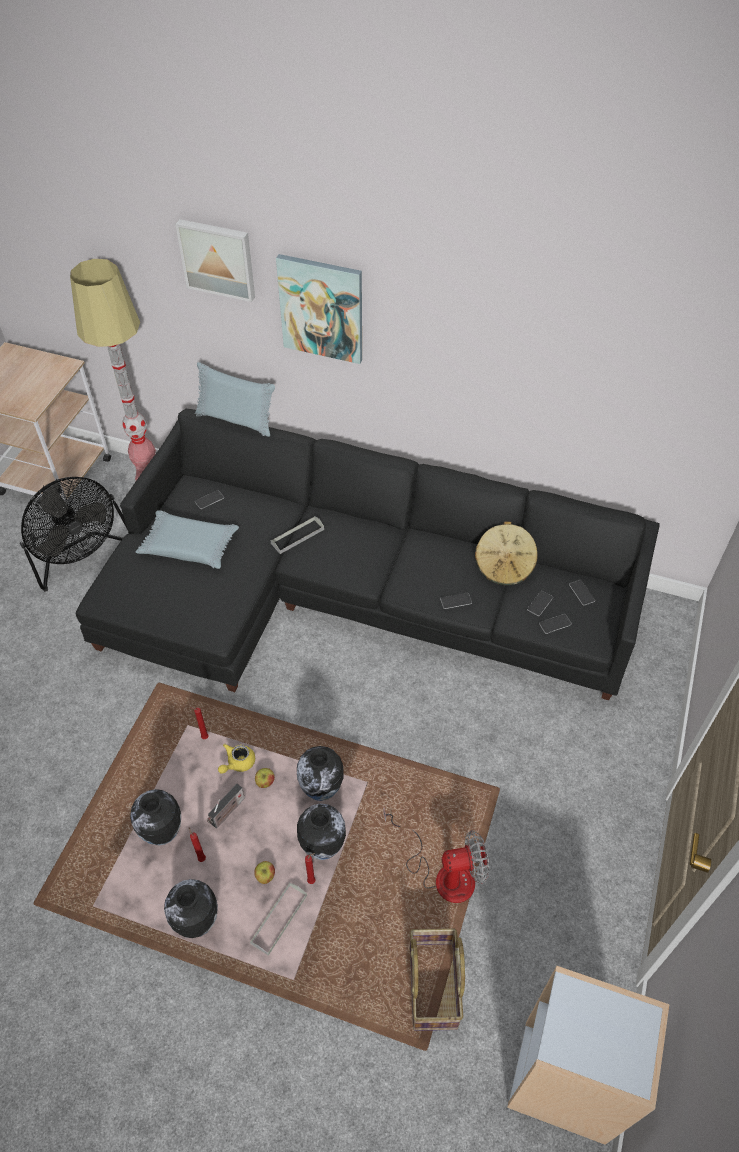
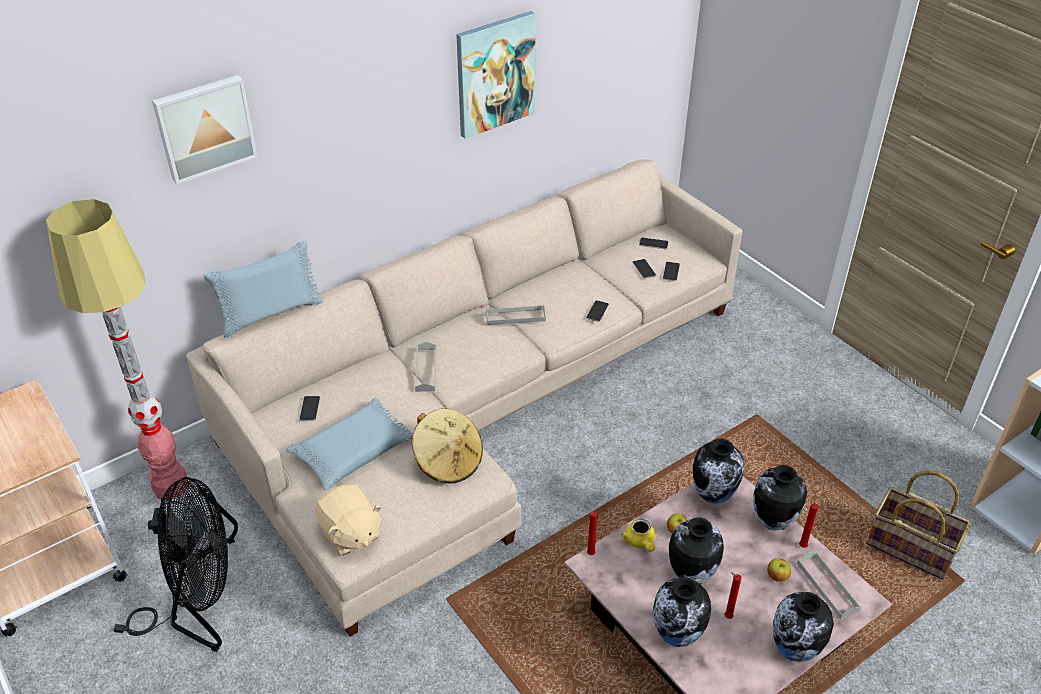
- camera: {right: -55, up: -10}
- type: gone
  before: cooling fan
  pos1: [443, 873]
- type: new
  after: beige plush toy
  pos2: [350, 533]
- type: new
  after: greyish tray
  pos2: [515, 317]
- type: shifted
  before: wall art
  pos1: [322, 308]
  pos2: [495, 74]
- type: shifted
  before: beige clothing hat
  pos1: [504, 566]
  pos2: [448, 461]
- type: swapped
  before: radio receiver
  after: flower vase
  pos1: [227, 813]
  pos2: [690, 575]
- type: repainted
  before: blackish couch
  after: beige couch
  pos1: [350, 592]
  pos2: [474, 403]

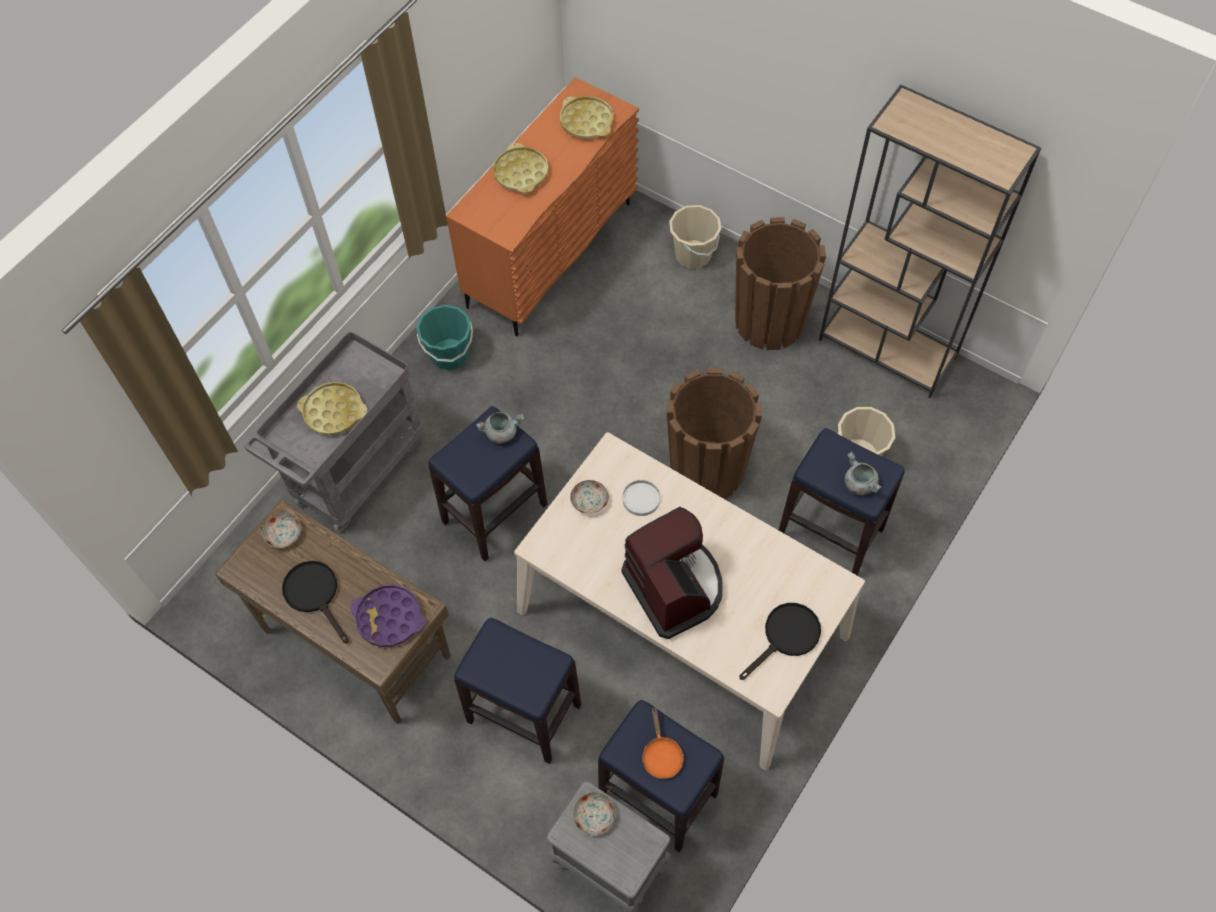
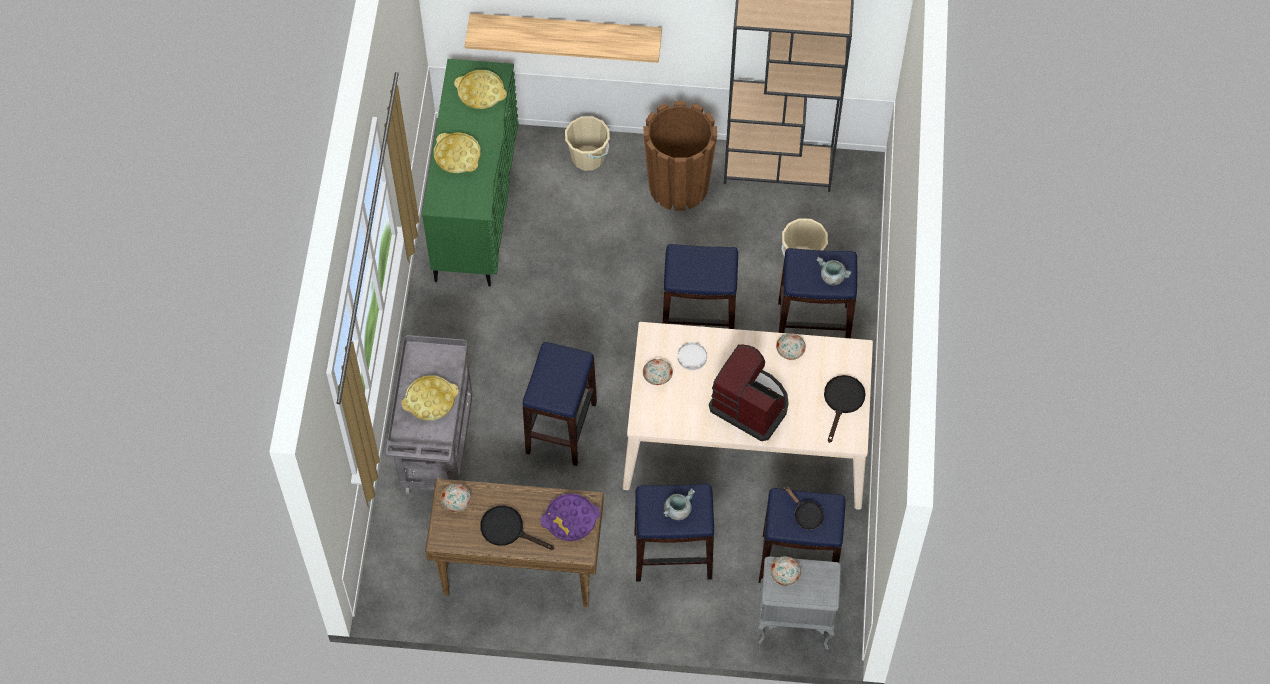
- camera: {right: -30, up: 0}
- type: gone
  before: turquoise-coloured pail
  pos1: [449, 355]
- type: new
  after: shelf
  pos2: [566, 30]
- type: new
  after: dinner plate
  pos2: [790, 350]
- type: shifted
  before: greyish stockpot
  pos1: [501, 432]
  pos2: [677, 510]
- type: swapped
  before: brownish flower pot
  after: stool
  pos1: [707, 469]
  pos2: [698, 321]
- type: repainted
  before: orange-coloured drawer chest
  after: greenish drawer chest
  pos1: [552, 255]
  pos2: [476, 208]
- type: repainted
  before: orange-coloured pan
  after: blackish pan
  pos1: [661, 755]
  pos2: [806, 515]

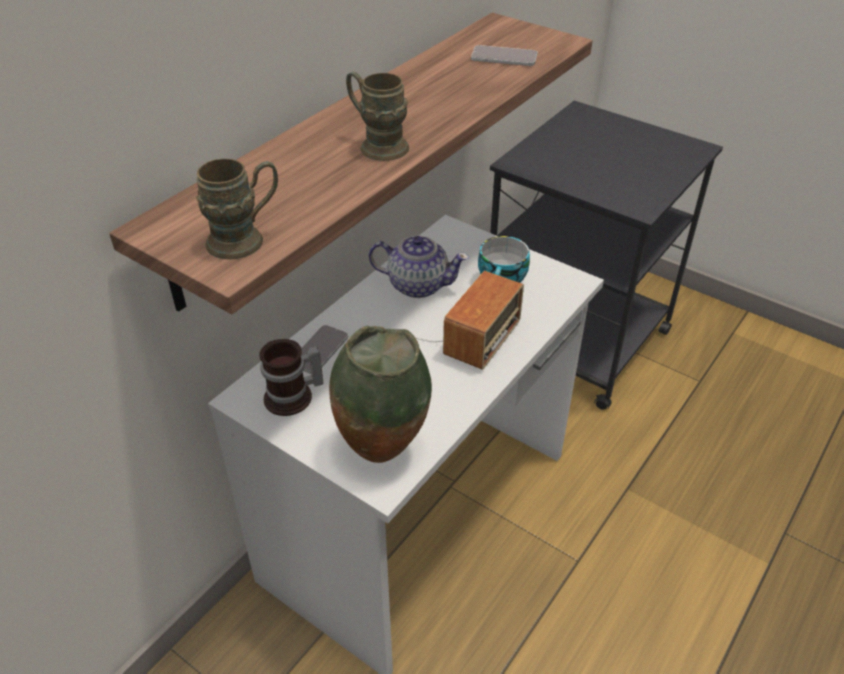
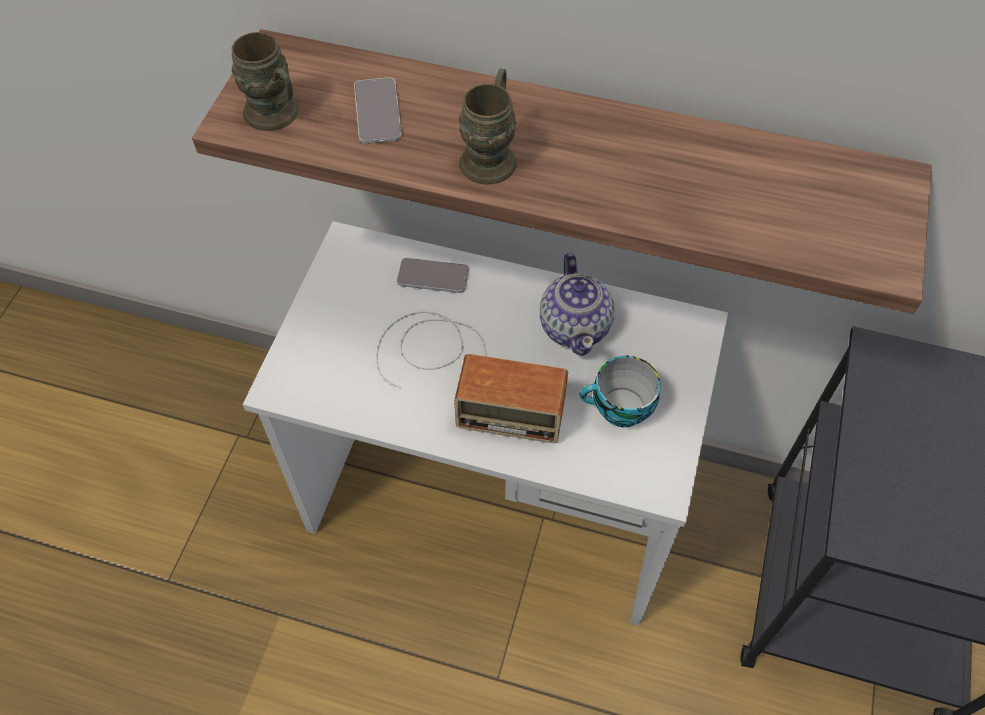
- camera: {right: 70, up: 15}
- type: gone
  before: mug
  pos1: [293, 398]
- type: gone
  before: flower vase
  pos1: [383, 451]
- type: shifted
  before: handset
  pos1: [504, 57]
  pos2: [377, 112]

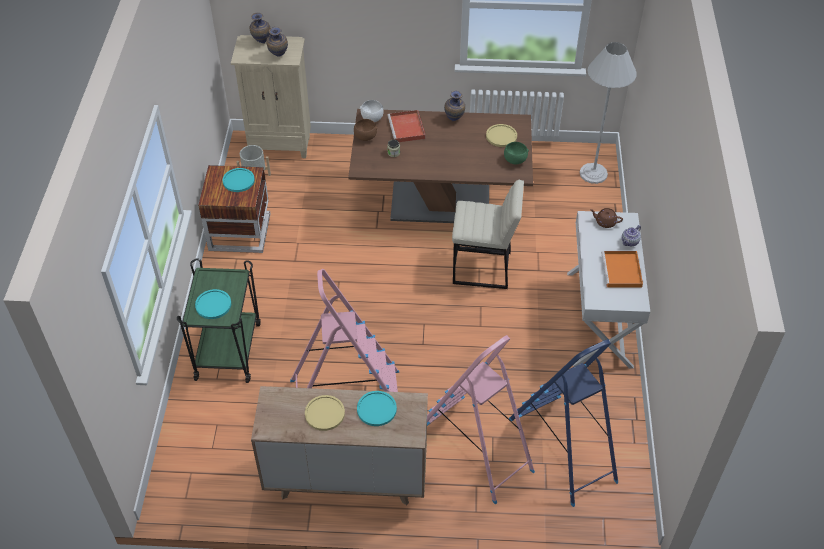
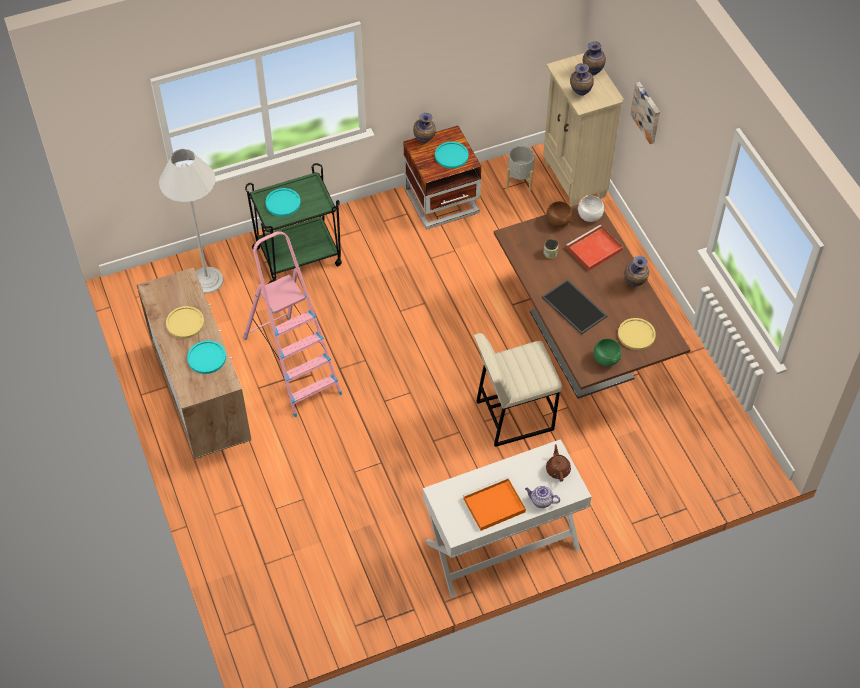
- camera: {right: 65, up: 5}
- type: gone
  before: pink step stool
  pos1: [474, 449]
- type: gone
  before: blue-coloured step stool
  pos1: [561, 449]
- type: new
  after: flower vase
  pos2: [424, 142]
- type: new
  after: tray
  pos2: [575, 307]
- type: new
  after: wall art
  pos2: [647, 112]
- type: shifted
  before: whitish standing lamp
  pos1: [593, 173]
  pos2: [207, 280]
- type: rotated
  before: beige plain chair
  pos1: [483, 268]
  pos2: [512, 416]
  turn: 90

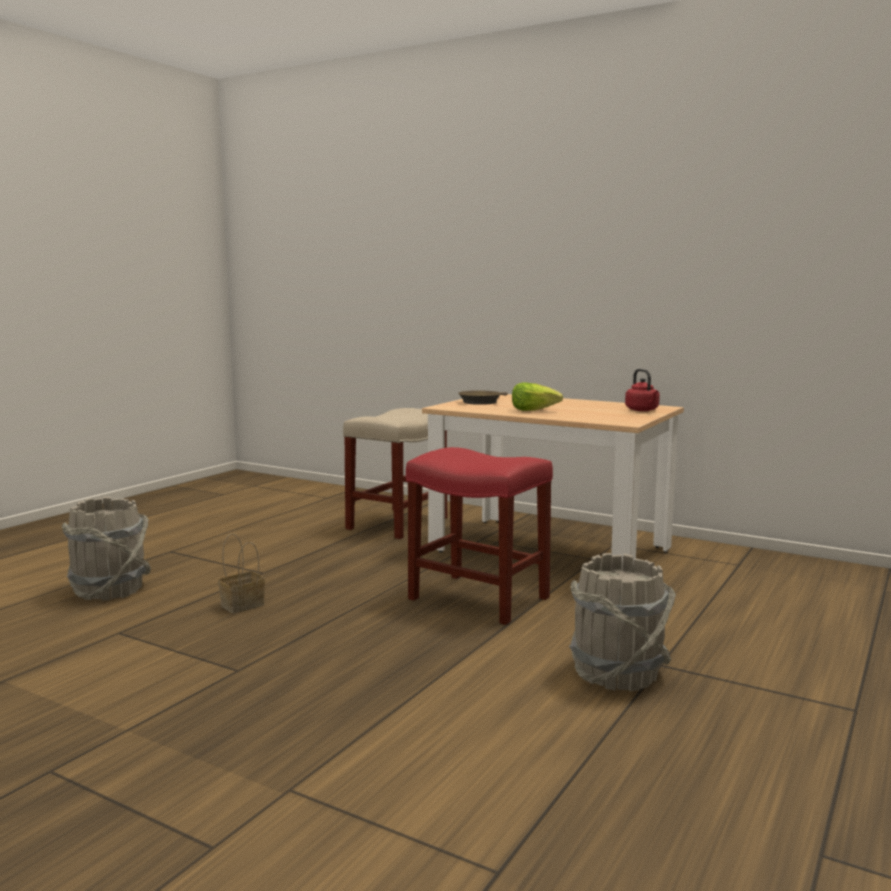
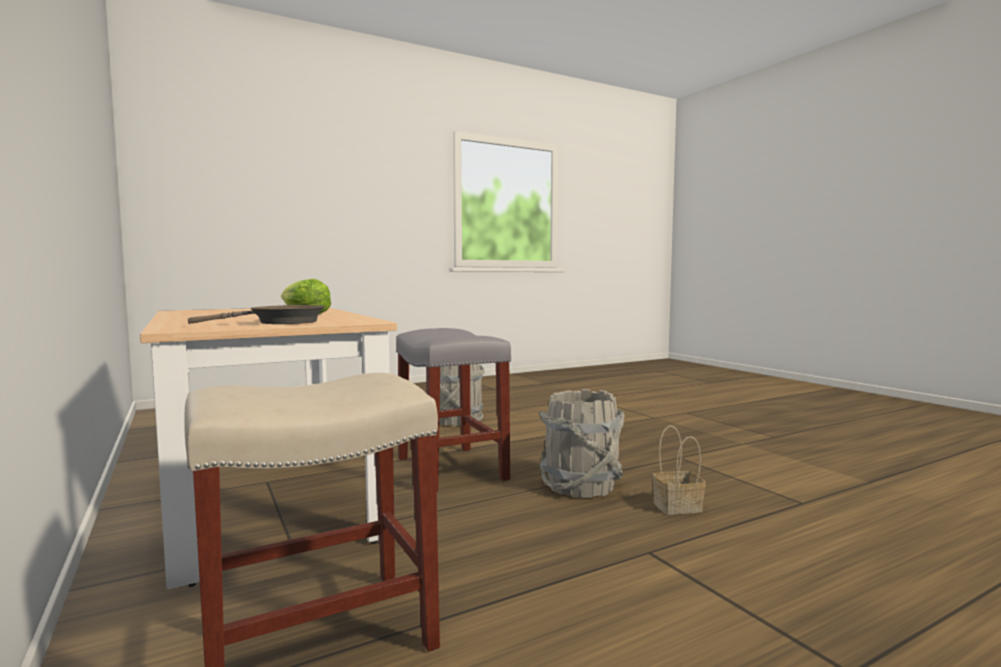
- camera: {right: -150, up: -5}
- type: gone
  before: red kettle
  pos1: [643, 410]
- type: shifted
  before: greyish pail
  pos1: [110, 590]
  pos2: [580, 486]
- type: repainted
  before: red stool
  after: greyish stool
  pos1: [476, 598]
  pos2: [452, 469]

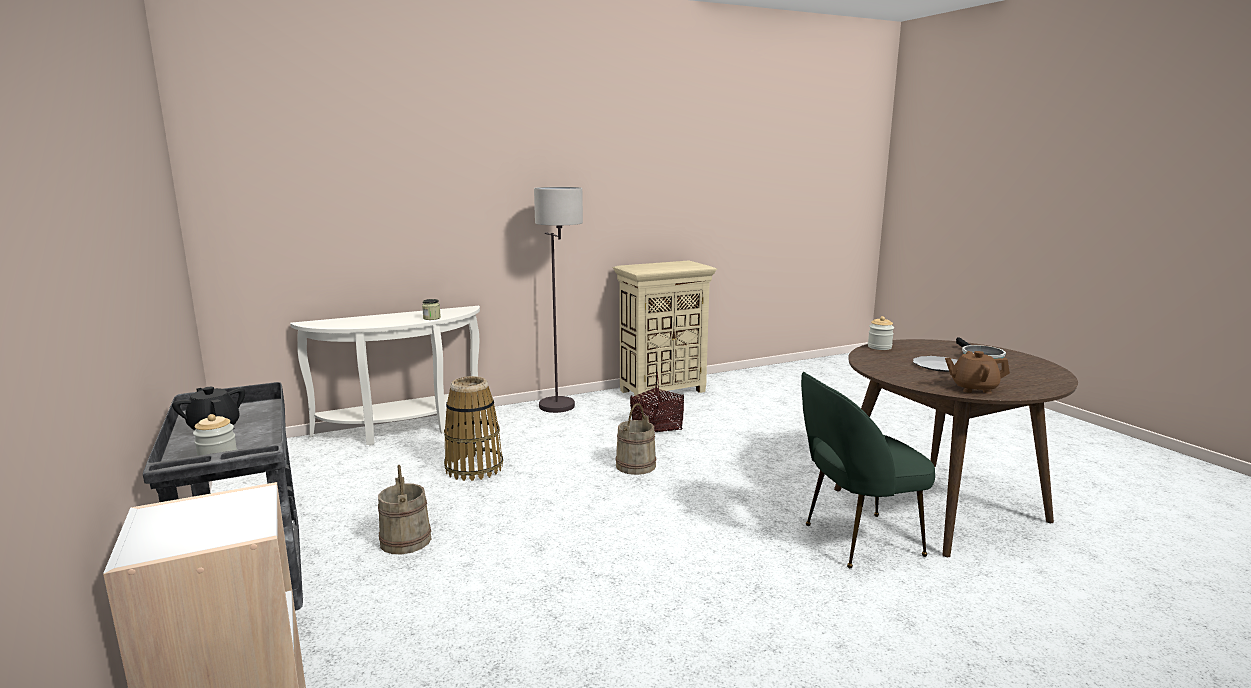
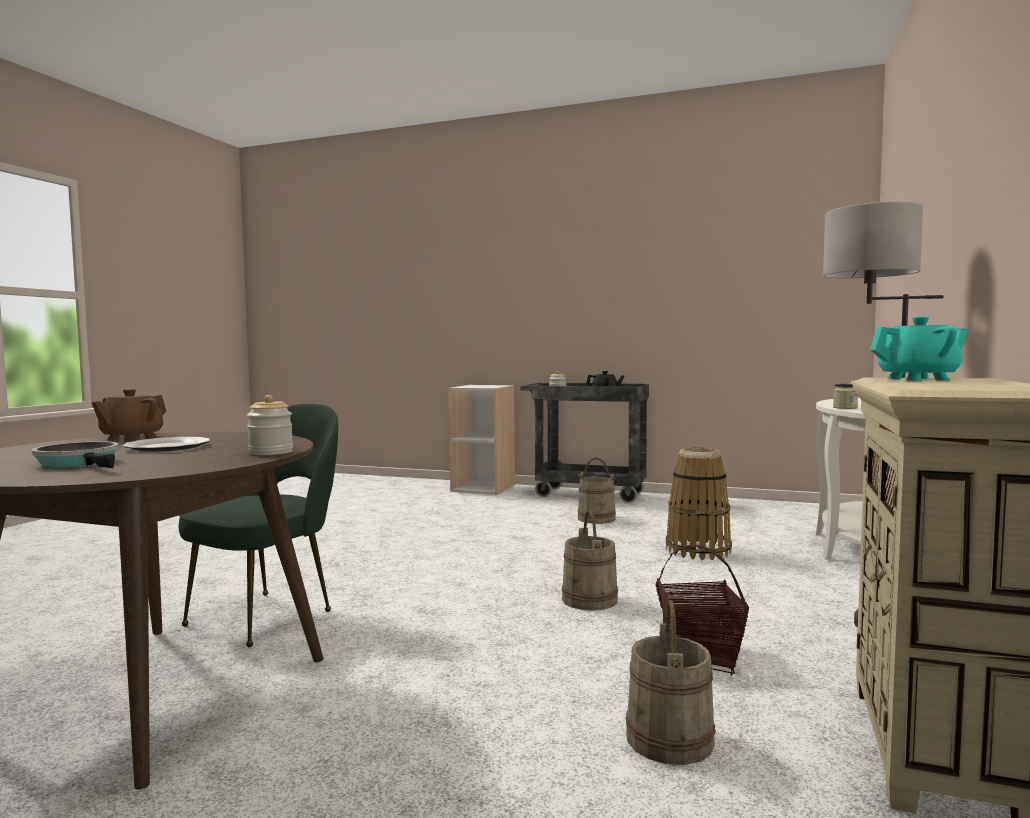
- camera: {right: 135, up: -10}
- type: new
  after: beige pail
  pos2: [670, 739]
- type: new
  after: turquoise-coloured tea pot
  pos2: [918, 379]
- type: rotated
  before: brownish tea pot
  pos1: [973, 388]
  pos2: [131, 438]
  turn: 150

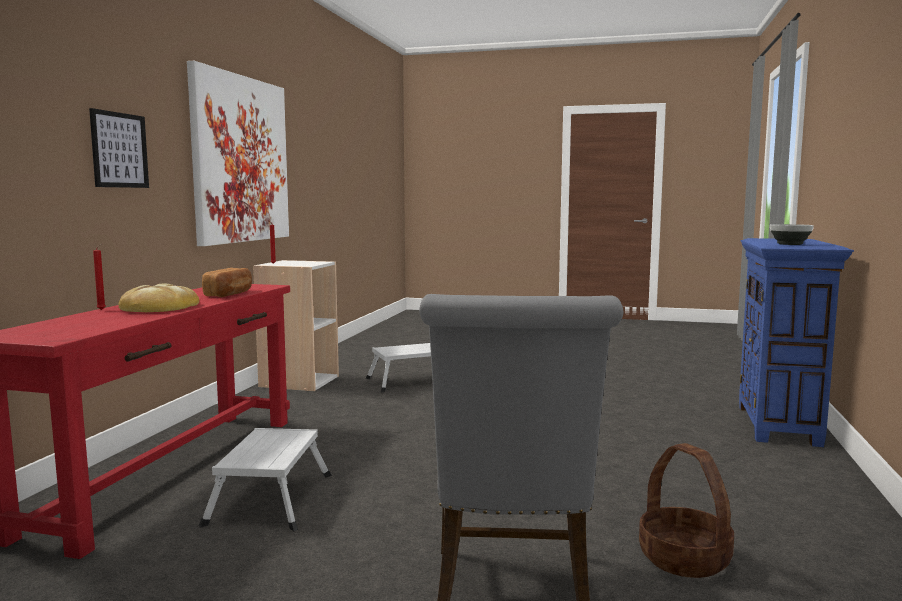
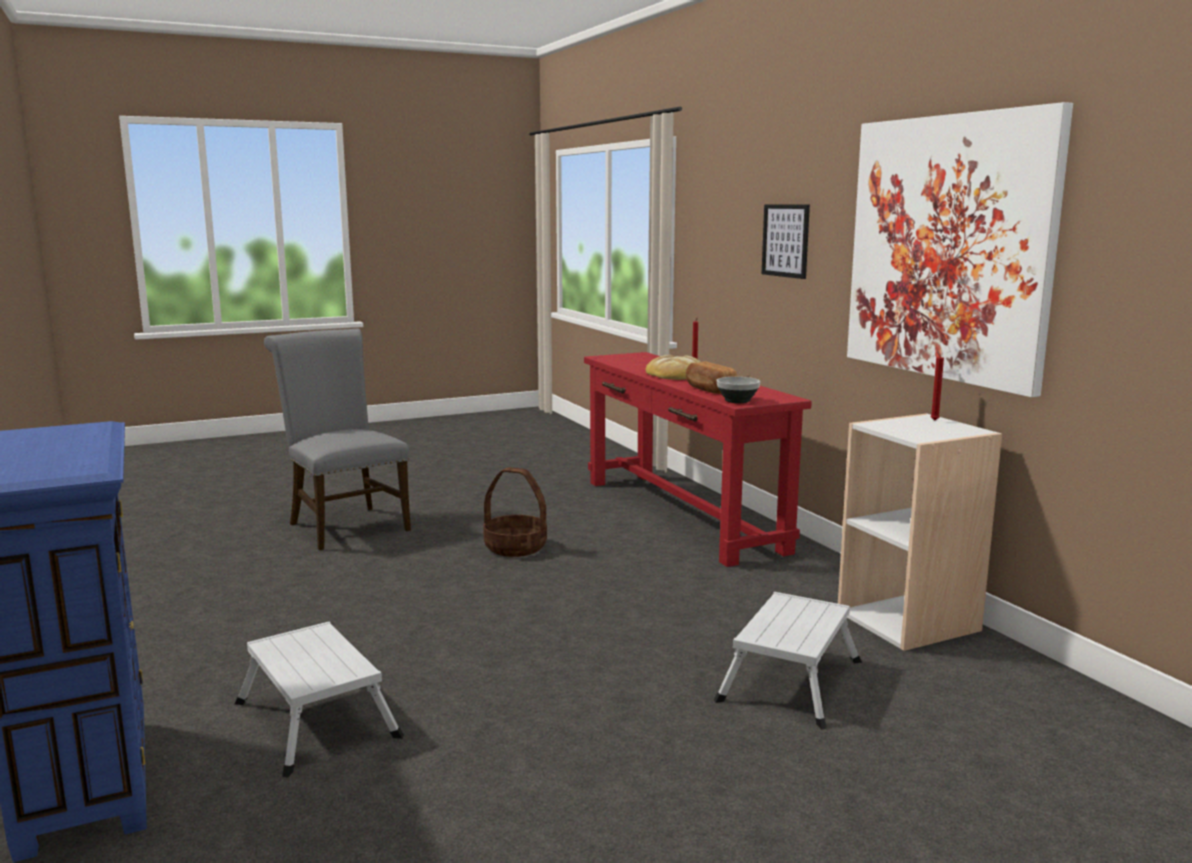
- camera: {right: 140, up: 5}
- type: shifted
  before: whitish step stool
  pos1: [270, 499]
  pos2: [316, 719]
- type: shifted
  before: household basket
  pos1: [683, 558]
  pos2: [516, 547]
- type: shifted
  before: serving bowl
  pos1: [790, 244]
  pos2: [737, 400]

